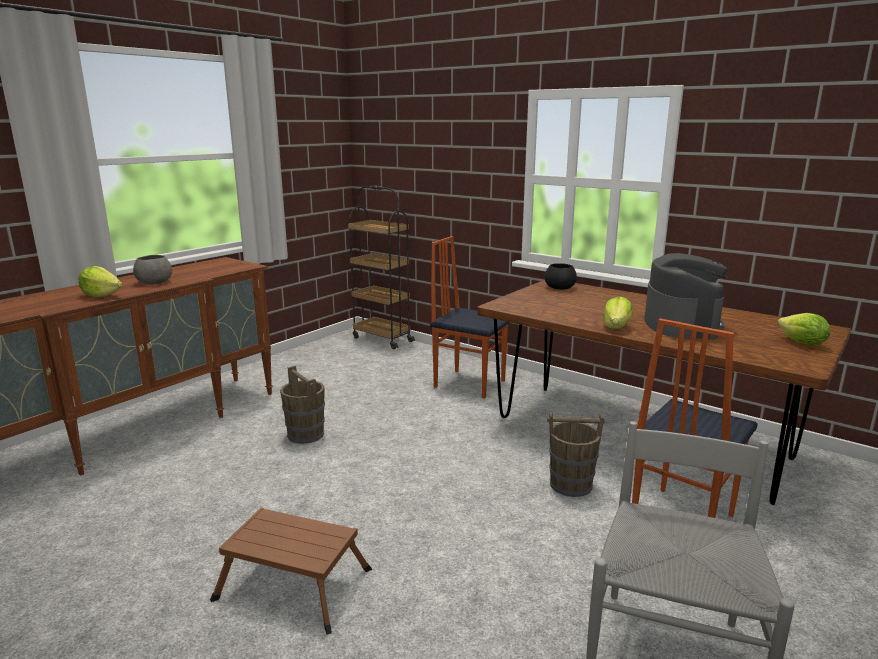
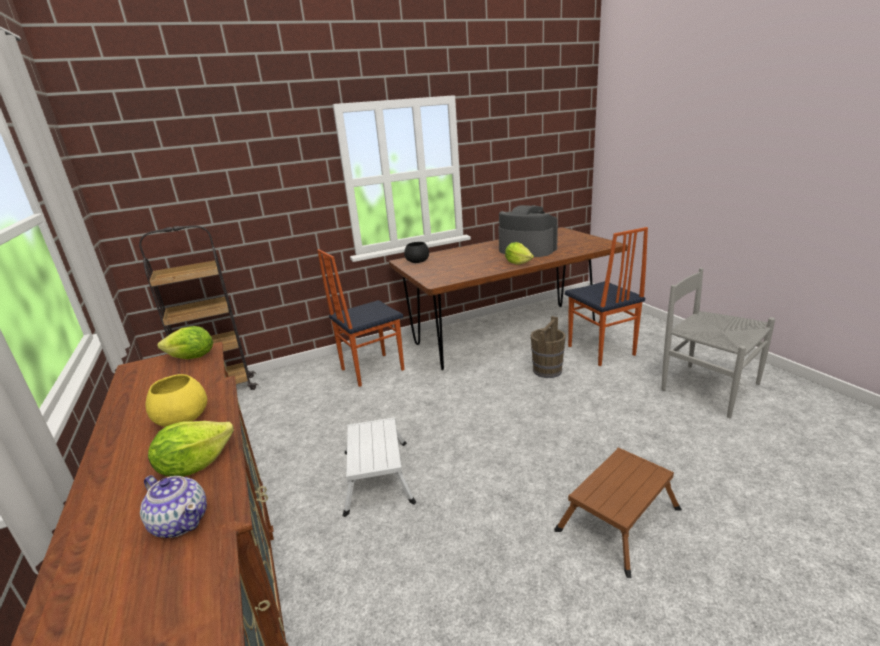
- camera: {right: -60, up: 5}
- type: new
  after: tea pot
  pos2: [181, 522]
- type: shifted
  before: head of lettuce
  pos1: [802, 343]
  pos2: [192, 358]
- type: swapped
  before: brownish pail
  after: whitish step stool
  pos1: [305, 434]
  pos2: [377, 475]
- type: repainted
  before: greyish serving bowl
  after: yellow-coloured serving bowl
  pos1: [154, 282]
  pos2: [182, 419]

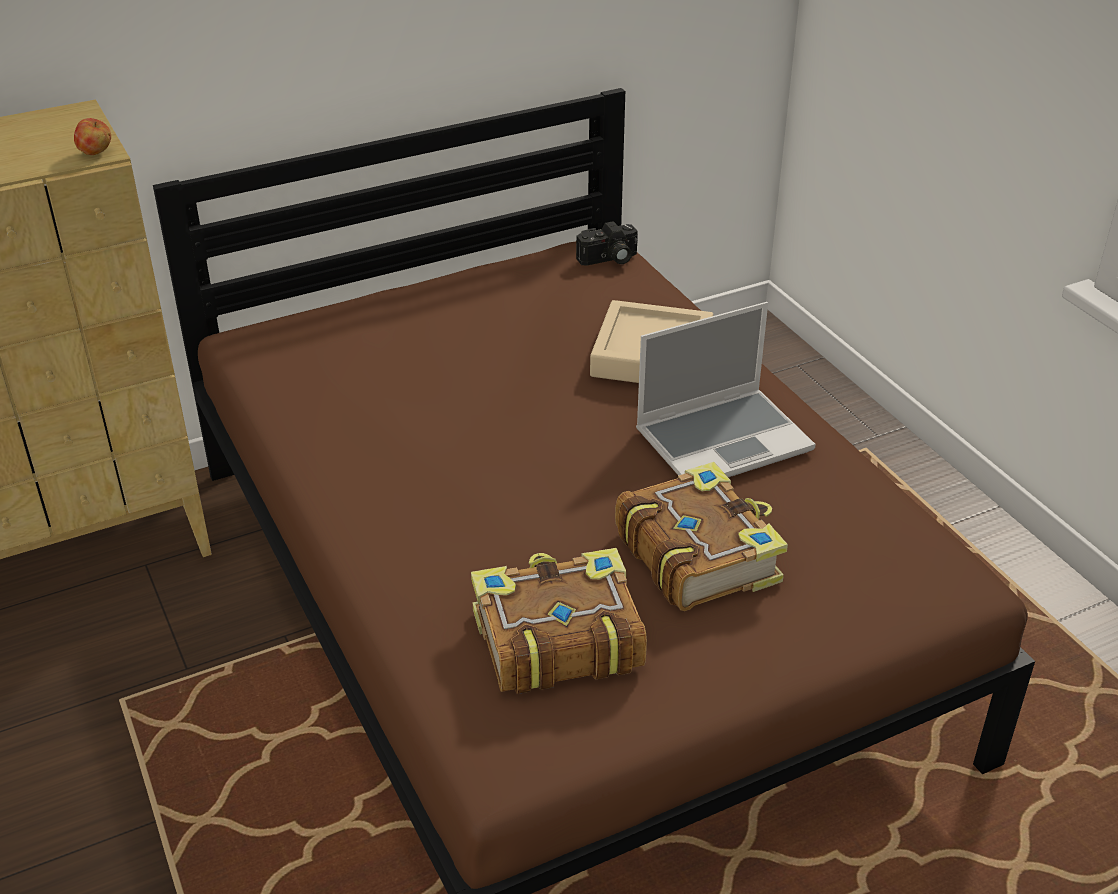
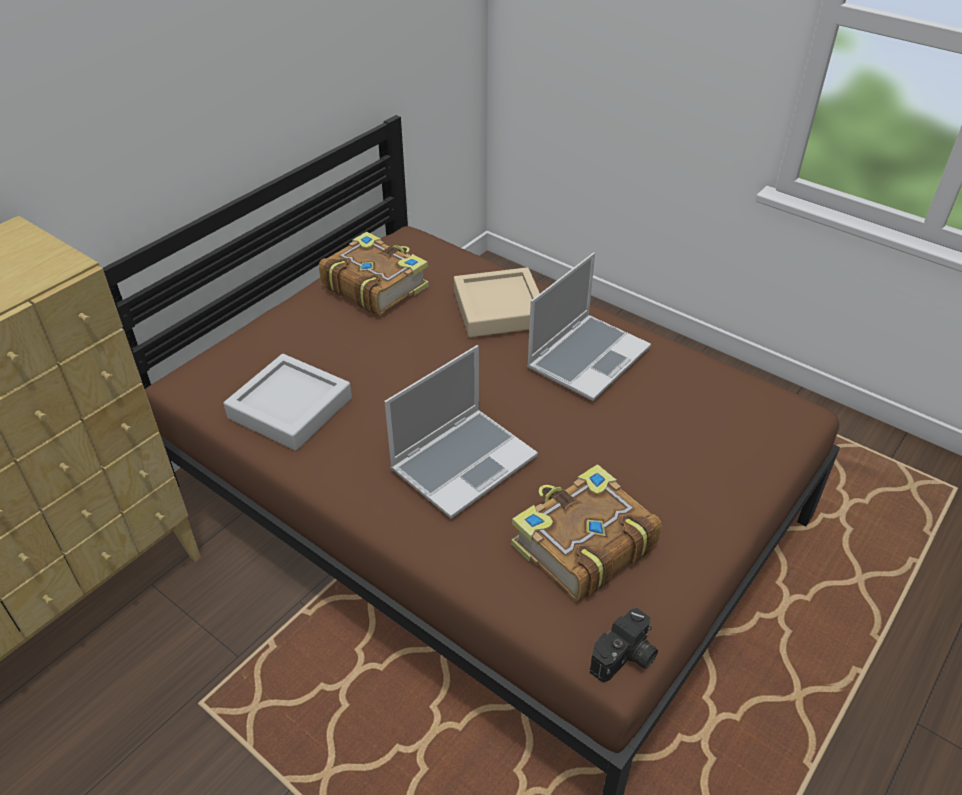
- camera: {right: -25, up: 5}
- type: gone
  before: apple fruit
  pos1: [96, 152]
- type: new
  after: greyish tray
  pos2: [290, 408]
- type: new
  after: portable computer
  pos2: [464, 462]
- type: shifted
  before: photo camera
  pos1: [609, 259]
  pos2: [625, 658]
- type: shifted
  before: book
  pos1: [697, 554]
  pos2: [374, 285]

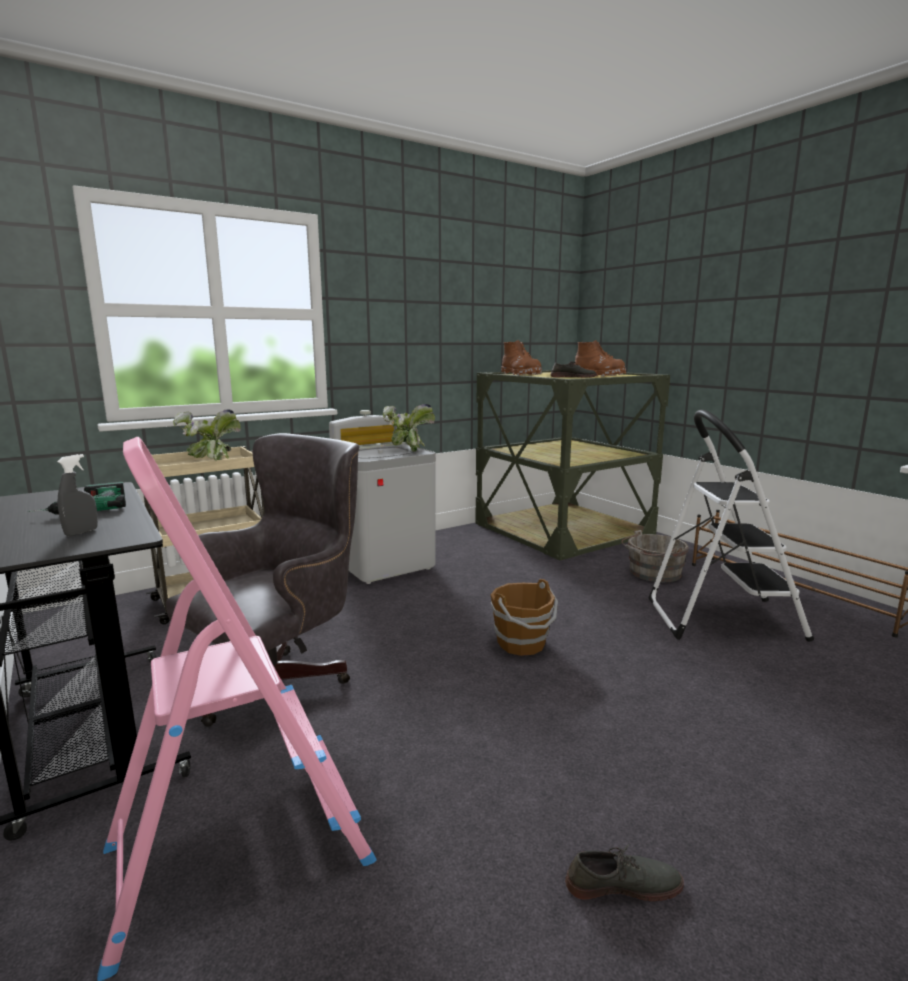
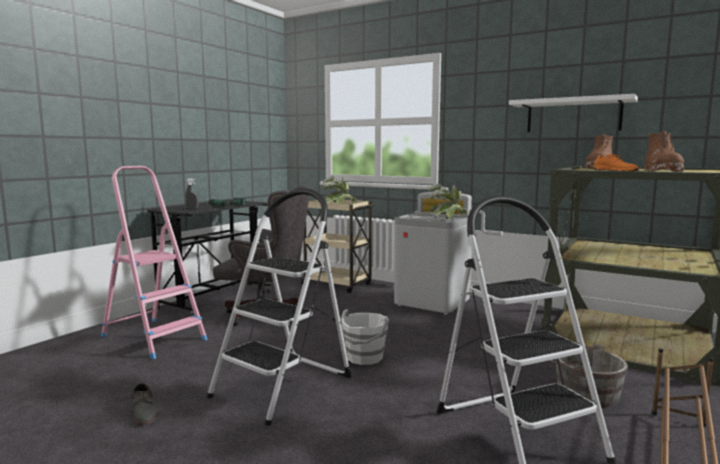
- camera: {right: 65, up: -5}
- type: new
  after: step stool
  pos2: [286, 386]
- type: new
  after: whitish shelf
  pos2: [573, 115]
- type: repainted
  before: brownish pail
  after: whitish pail
  pos1: [522, 644]
  pos2: [364, 358]
- type: repainted
  before: greyish low shoe
  after: orange-coloured low shoe
  pos1: [573, 377]
  pos2: [615, 170]

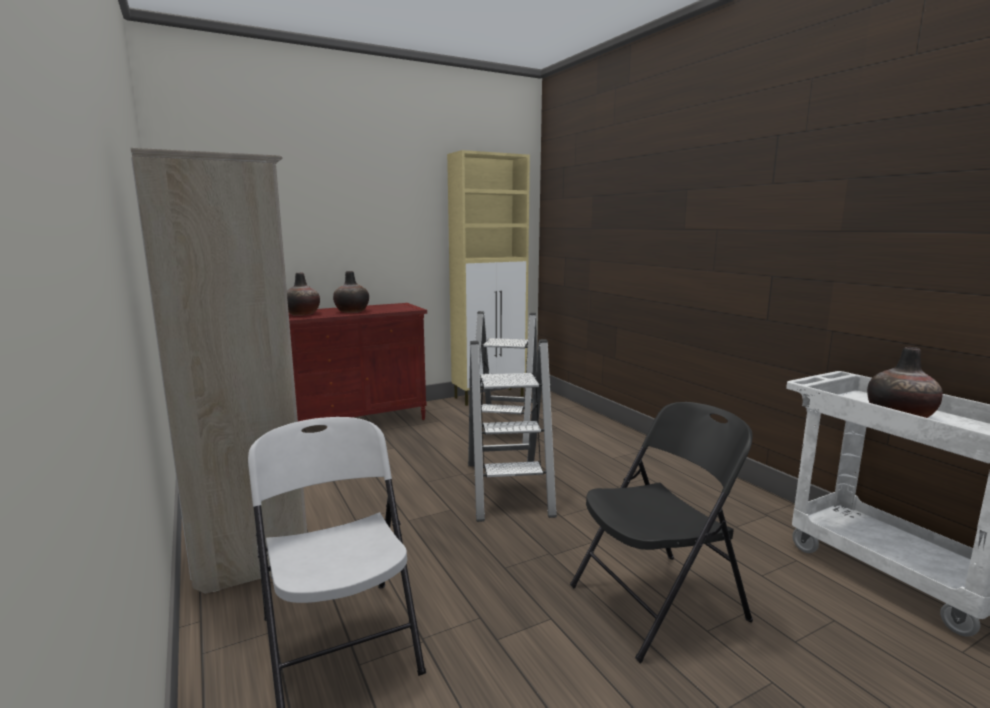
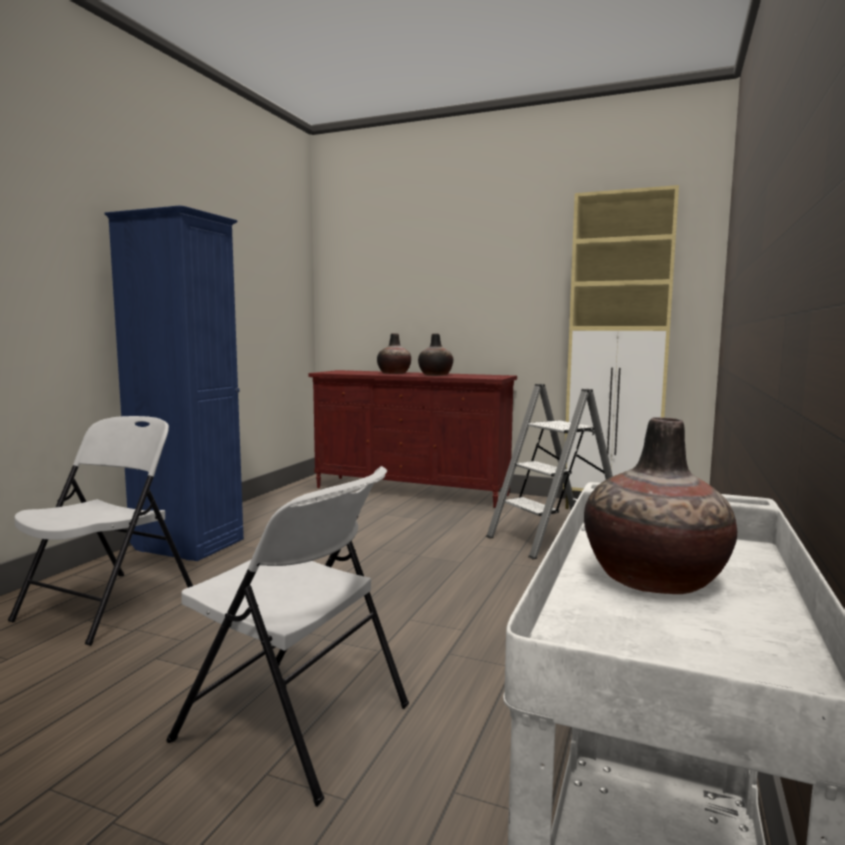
- camera: {right: 50, up: -5}
- type: gone
  before: greyish step stool
  pos1: [508, 487]
- type: repainted
  before: beige cabinet
  after: blue-coloured cabinet
  pos1: [251, 557]
  pos2: [189, 544]
- type: repainted
  before: blackish plain chair
  after: whitish plain chair
  pos1: [657, 603]
  pos2: [293, 723]

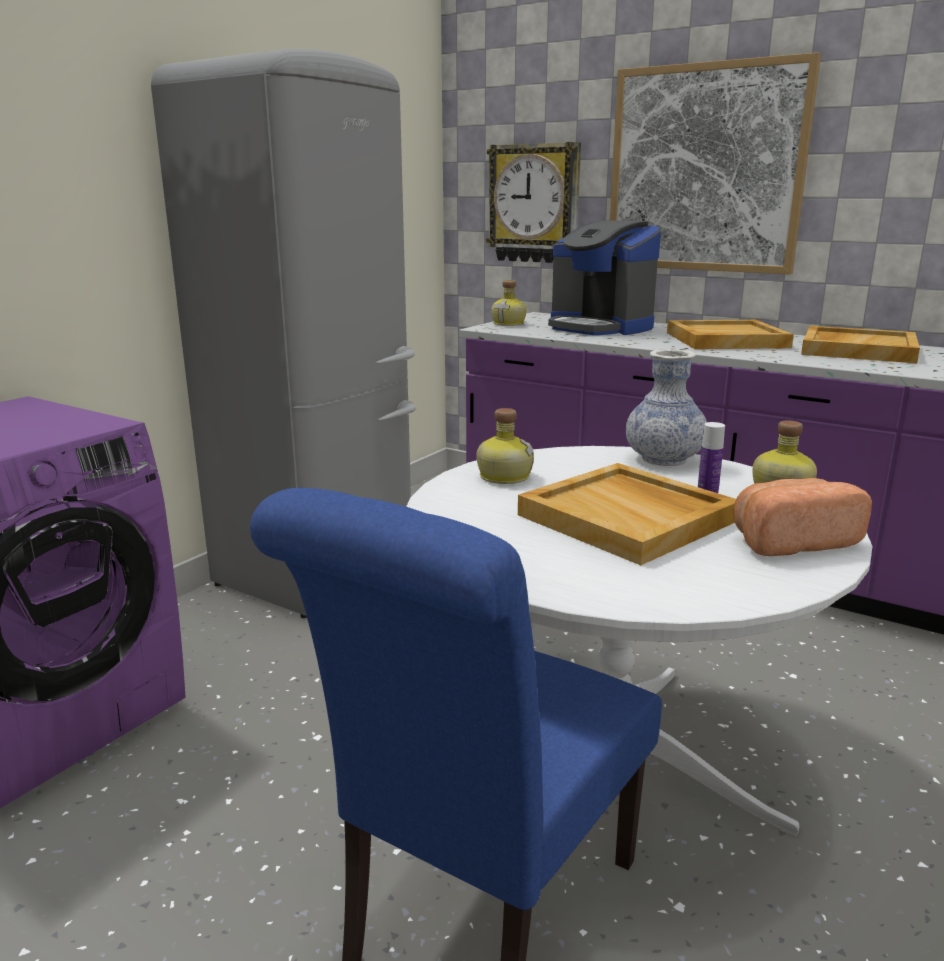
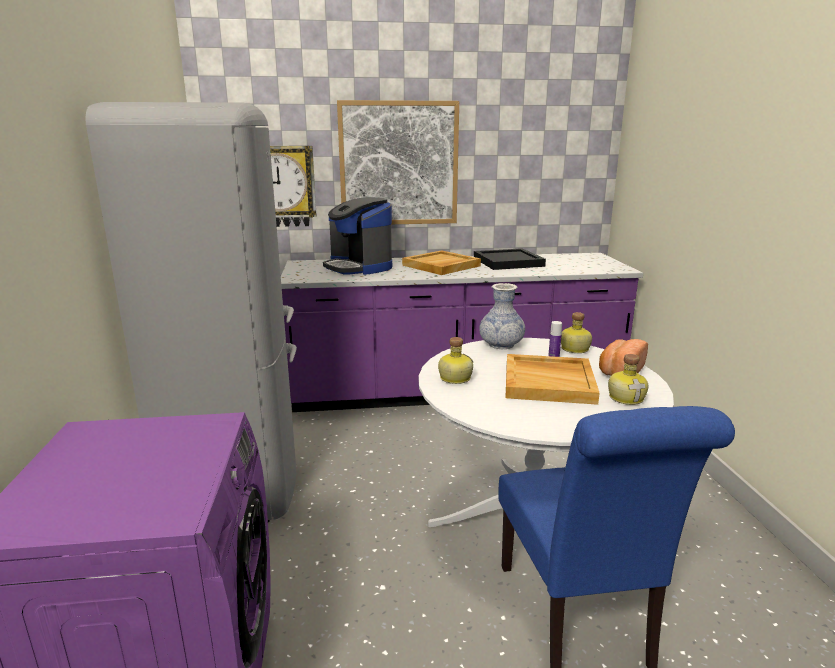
- camera: {right: -40, up: 0}
- type: shifted
  before: bottle
  pos1: [509, 324]
  pos2: [626, 398]
- type: repainted
  before: beige tray
  after: blackish tray
  pos1: [857, 349]
  pos2: [507, 262]
- type: rotated
  before: coffee brewer
  pos1: [600, 327]
  pos2: [359, 267]
  turn: 45

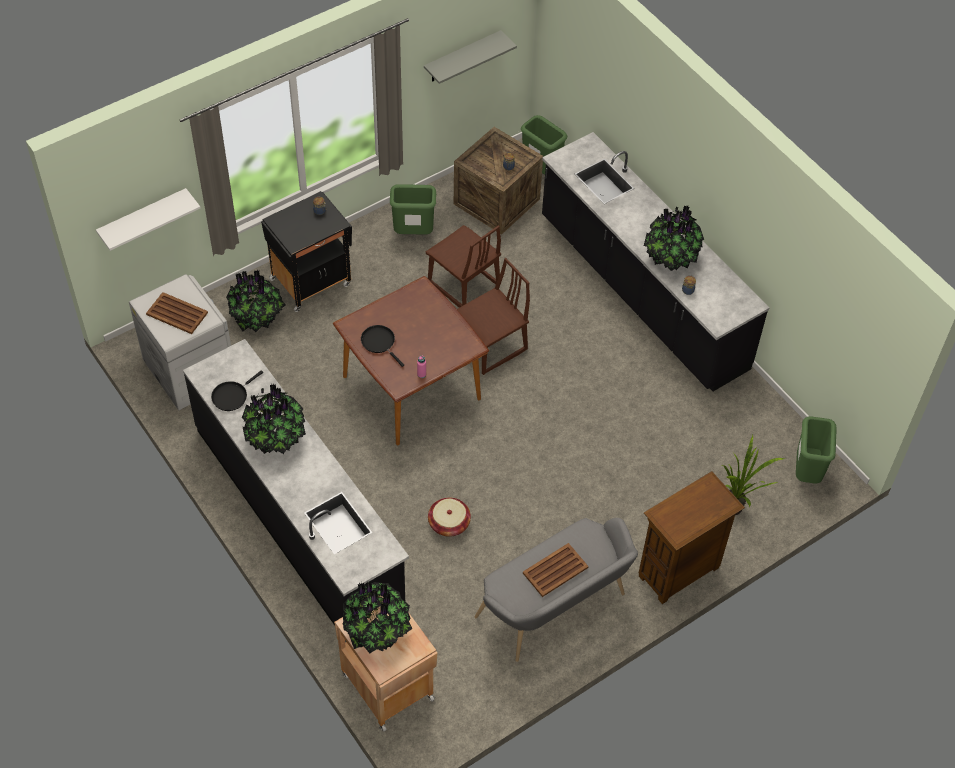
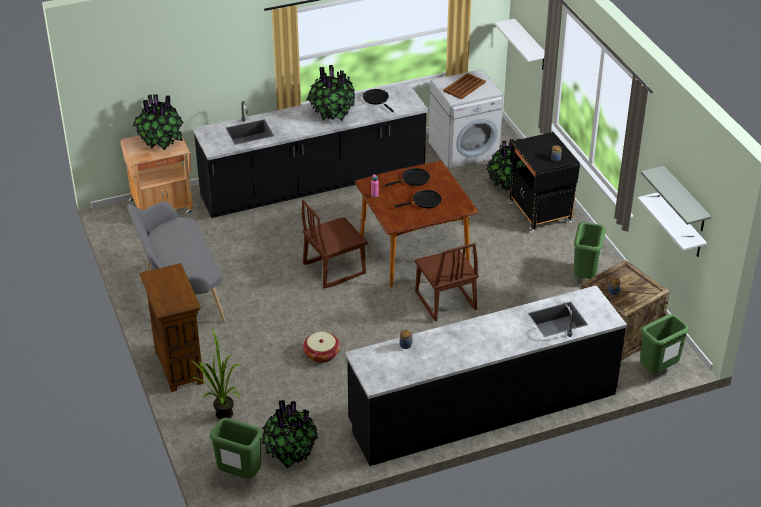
- camera: {right: 105, up: -15}
- type: gone
  before: brownish tray
  pos1: [554, 570]
- type: new
  after: blackish pan
  pos2: [425, 201]
- type: new
  after: whitish shelf
  pos2: [681, 226]
- type: shifted
  before: brownish plain chair
  pos1: [463, 284]
  pos2: [334, 269]
- type: shifted
  before: household basket
  pos1: [449, 523]
  pos2: [321, 354]
- type: shifted
  before: plant in a pot
  pos1: [670, 258]
  pos2: [290, 451]

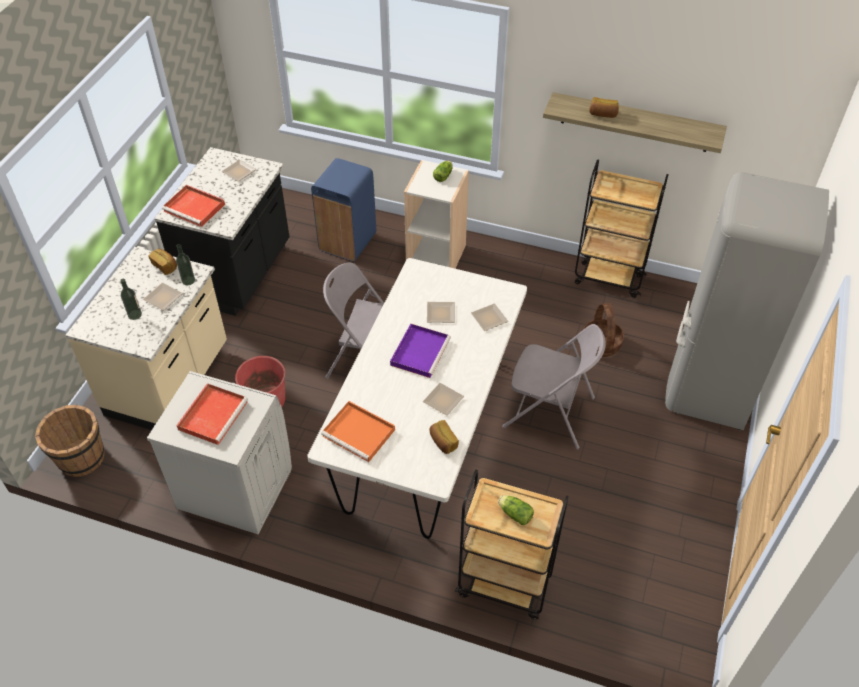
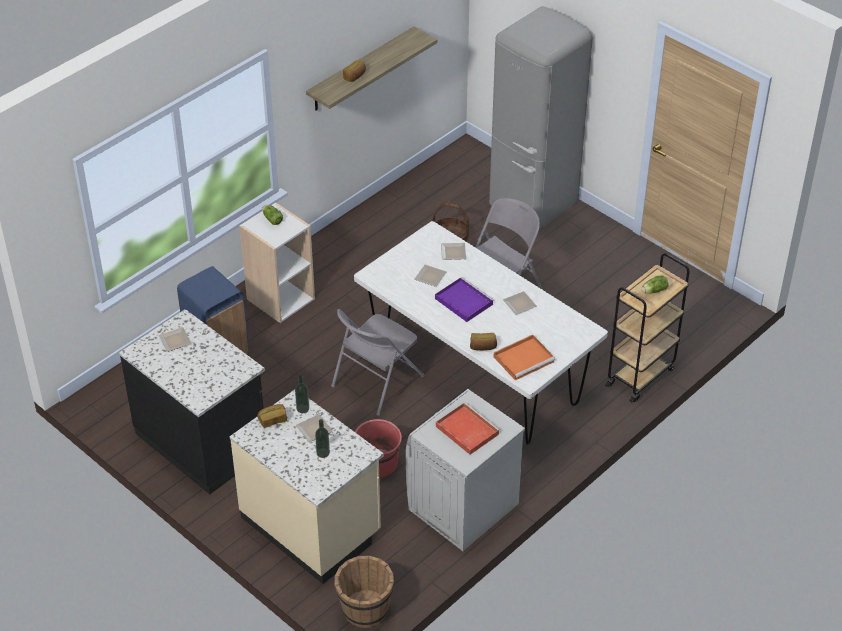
- camera: {right: -65, up: -5}
- type: gone
  before: red tray
  pos1: [195, 208]
- type: gone
  before: brownish cart
  pos1: [609, 279]
- type: shifted
  before: bread
  pos1: [443, 442]
  pos2: [483, 347]

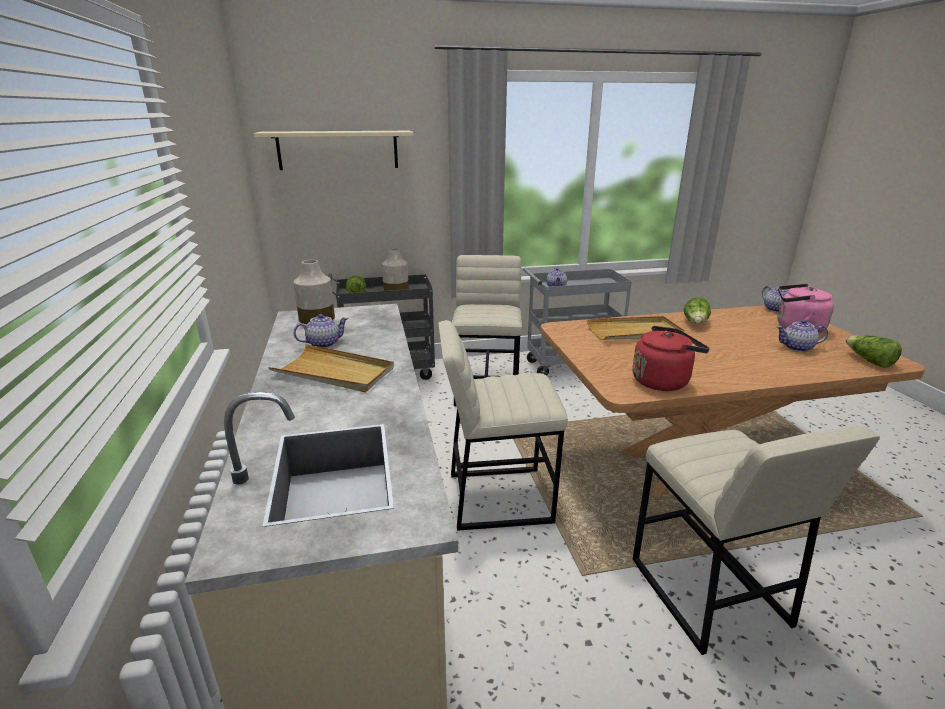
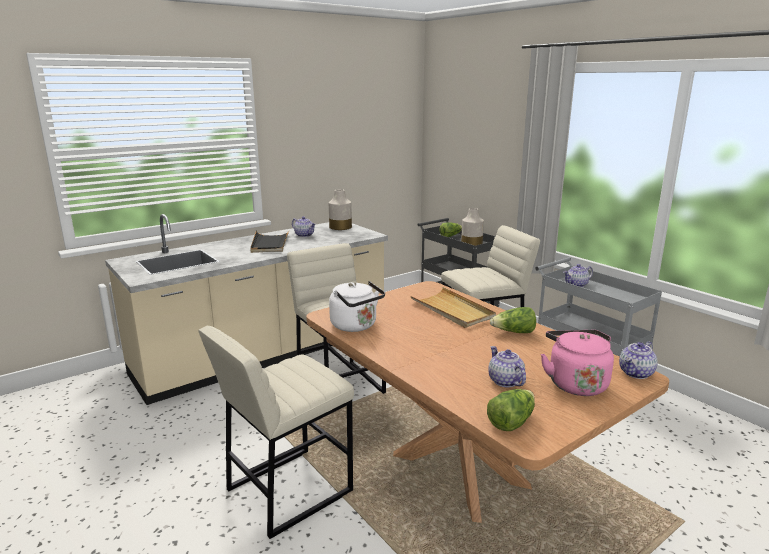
- camera: {right: 65, up: -5}
- type: gone
  before: beige shelf
  pos1: [338, 150]
- type: repainted
  before: beige tray
  after: blackish tray
  pos1: [334, 372]
  pos2: [270, 244]
- type: repainted
  before: red kettle
  after: whitish kettle
  pos1: [663, 381]
  pos2: [356, 326]

